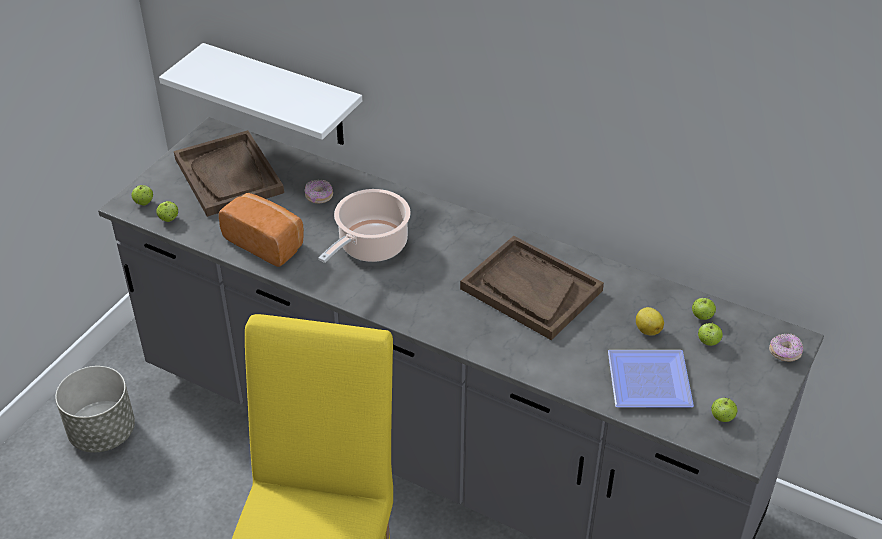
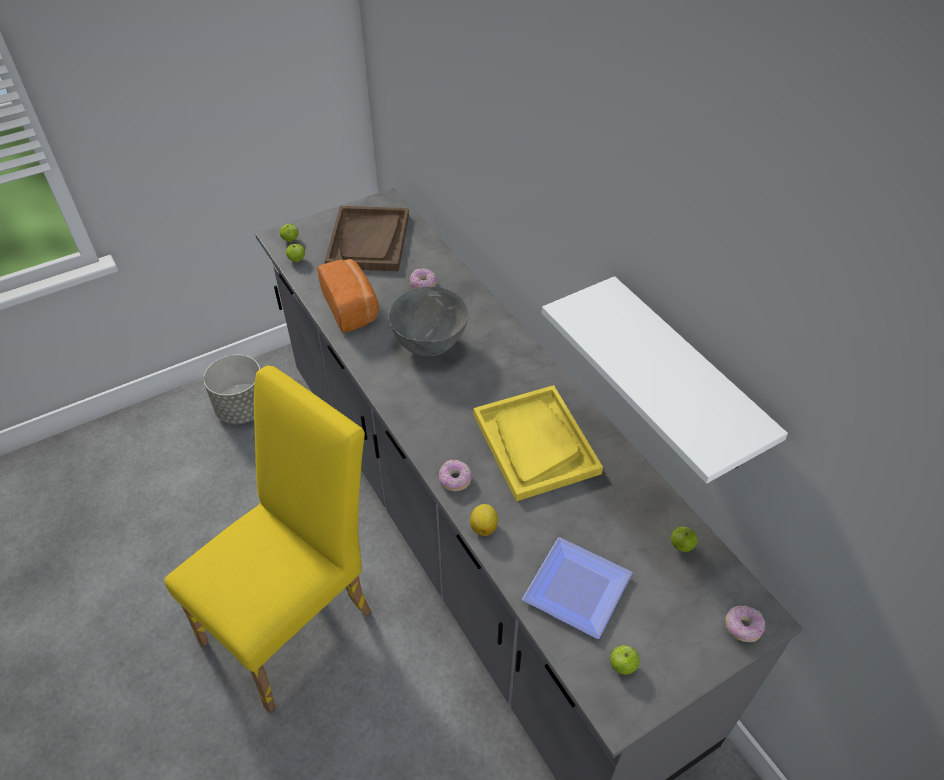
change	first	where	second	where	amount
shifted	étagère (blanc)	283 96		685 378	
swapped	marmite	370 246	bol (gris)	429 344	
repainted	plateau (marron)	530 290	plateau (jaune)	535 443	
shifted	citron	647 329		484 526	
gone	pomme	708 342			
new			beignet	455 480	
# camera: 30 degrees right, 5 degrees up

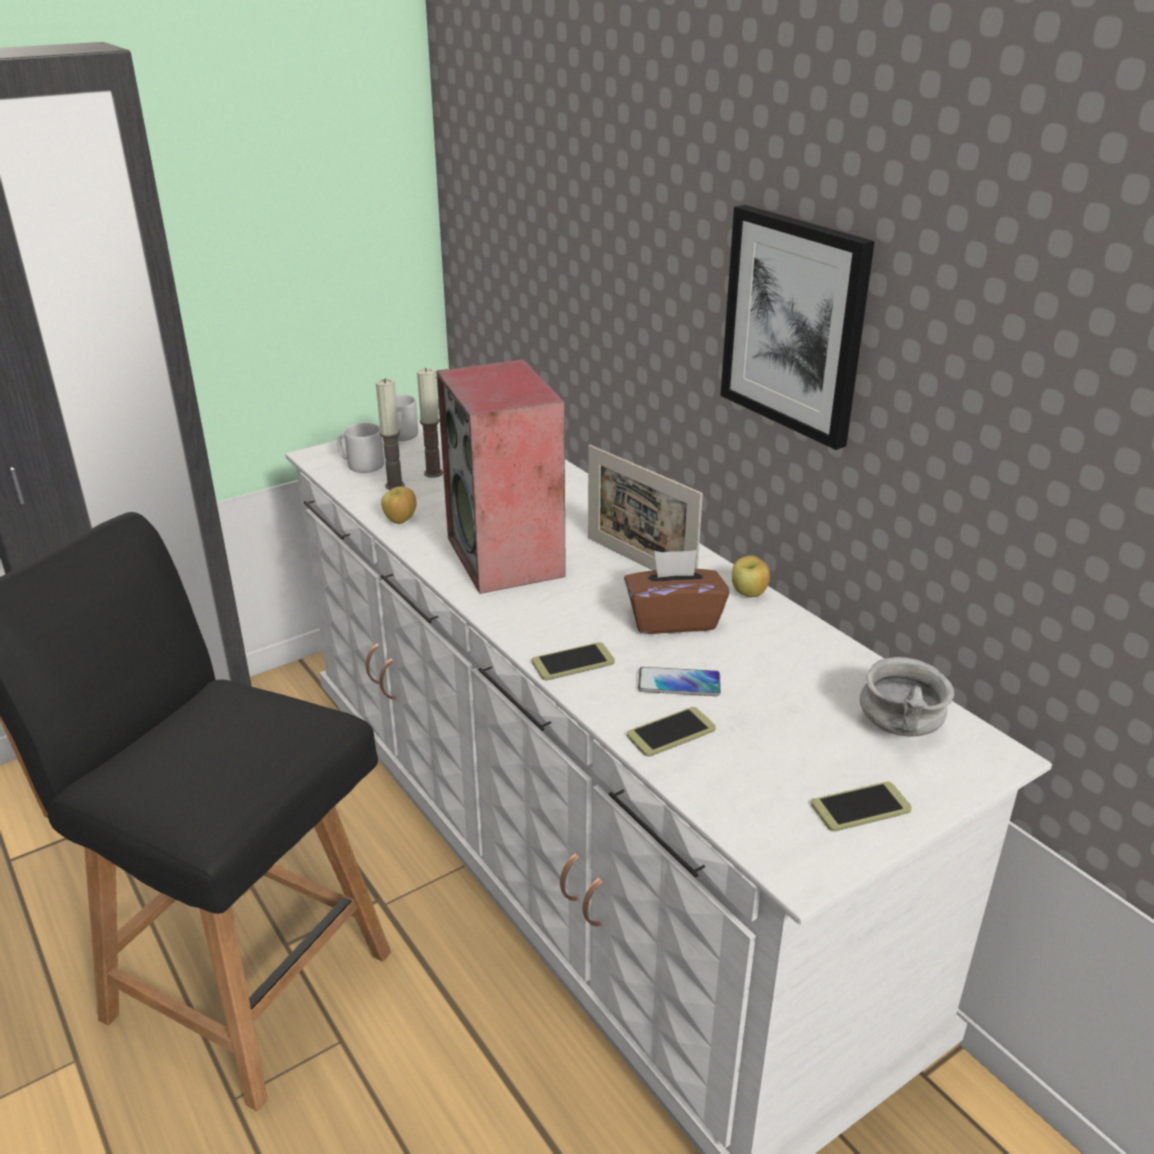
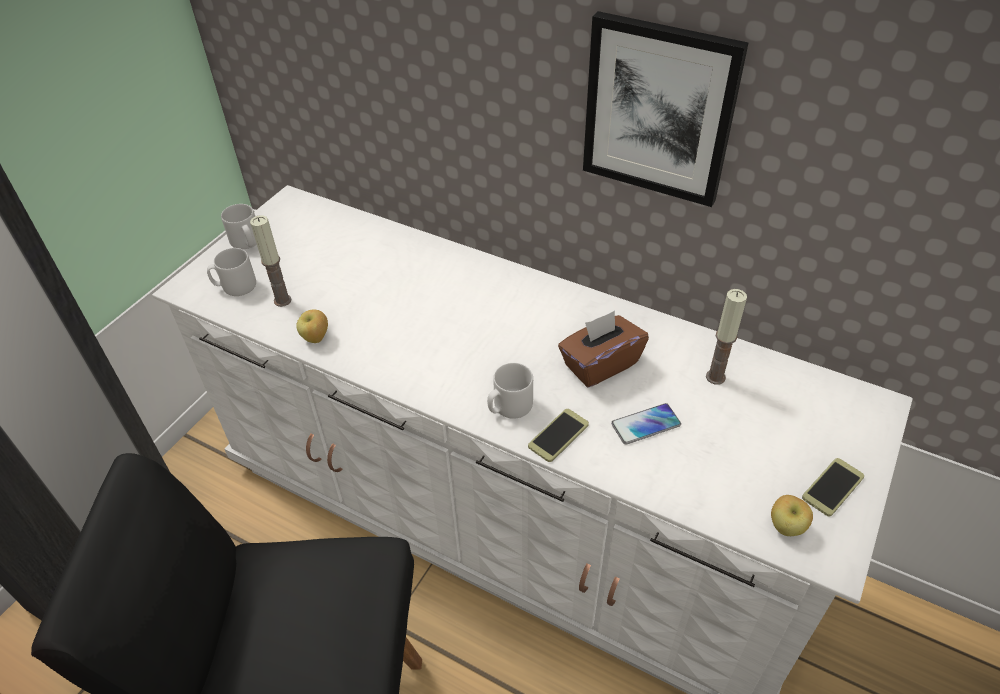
change	first	where	second	where	amount
gone	enceinte	507 557			
shifted	bougie	433 473		715 377	
gone	cadre photo	639 563			
shifted	pomme	749 594		786 527	
gone	bol (gris)	901 727			
gone	téléphone	671 732			
new			mug (gris)	509 407	
# camera: 25 degrees left, 15 degrees up

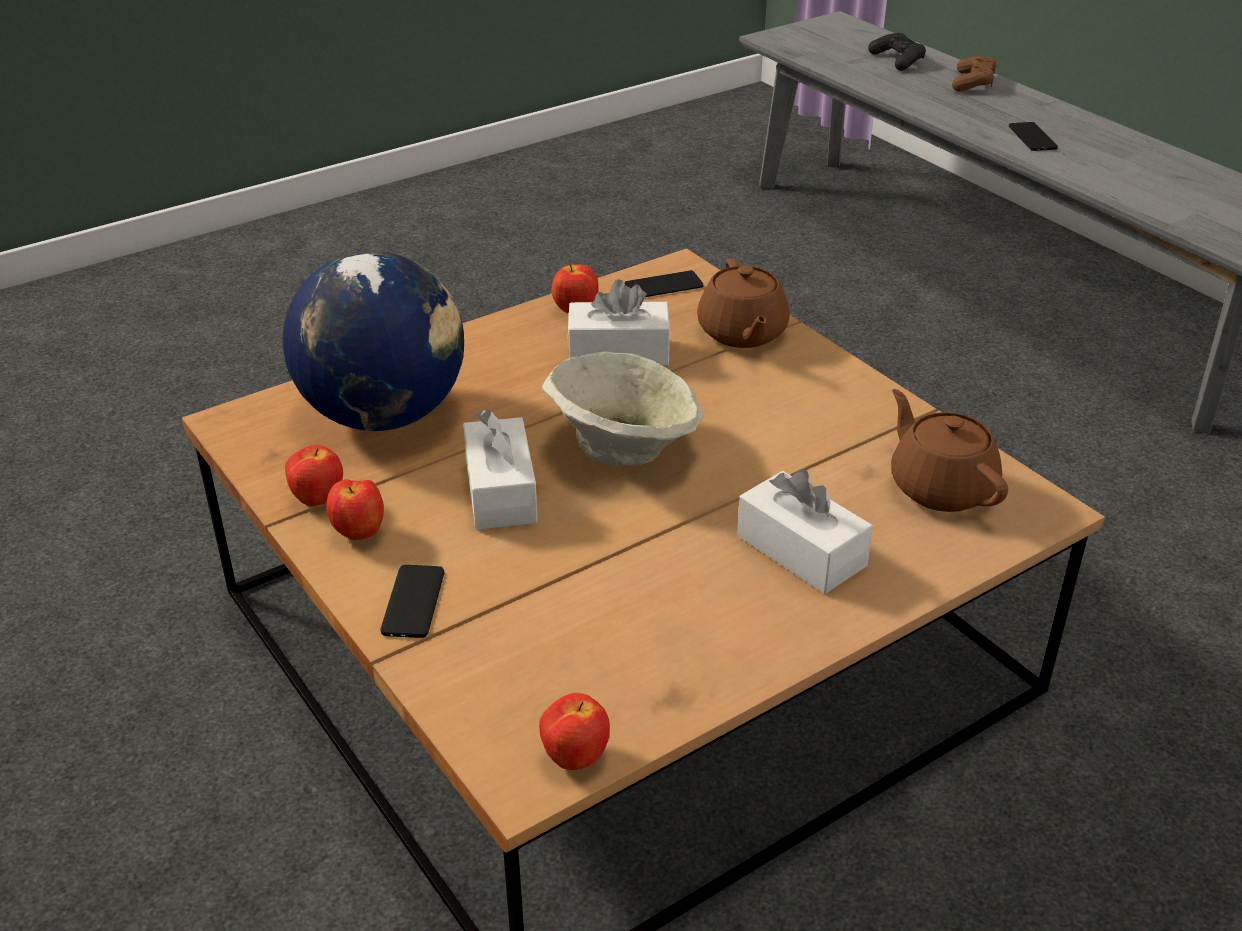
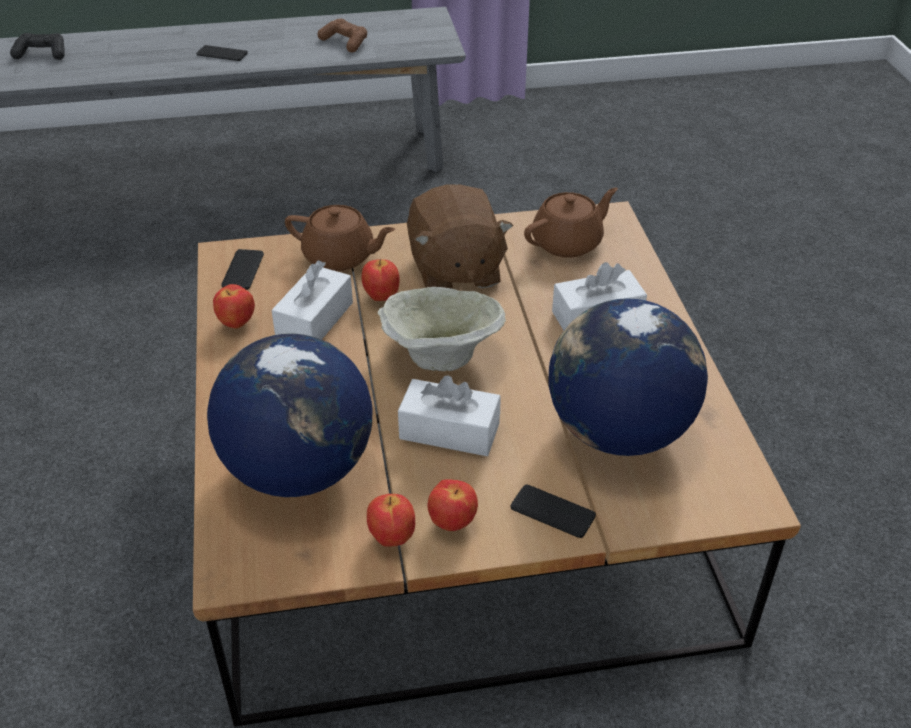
change	first	where	second	where	amount
shifted	manette (marron)	973 83		345 42	
rotated	théière (marron)	941 487		568 243	150 degrees clockwise
shifted	pomme	575 757		380 297	
new			peluche (marron)	454 271	
new			globe	617 432	
# camera: 65 degrees left, 5 degrees up

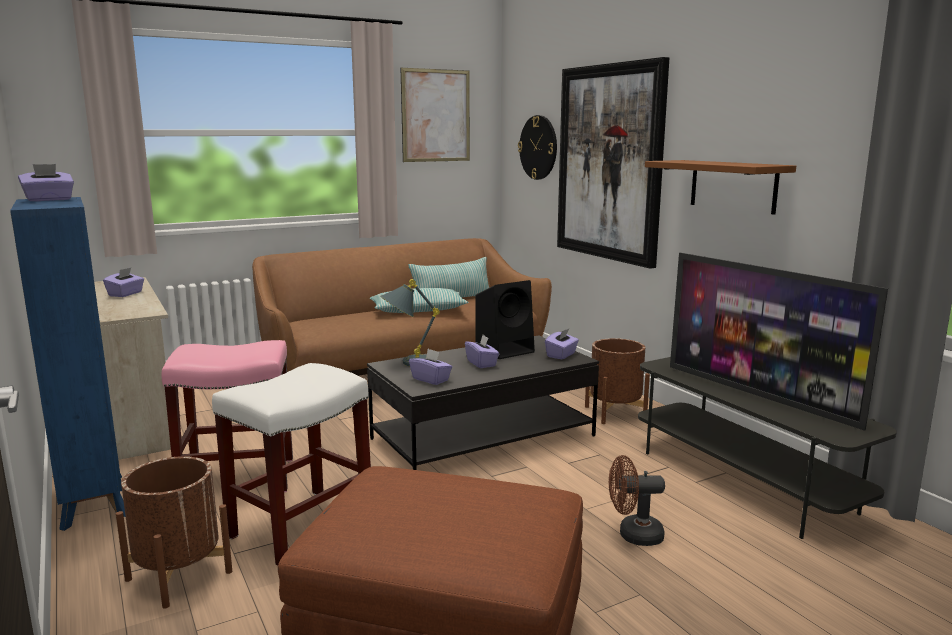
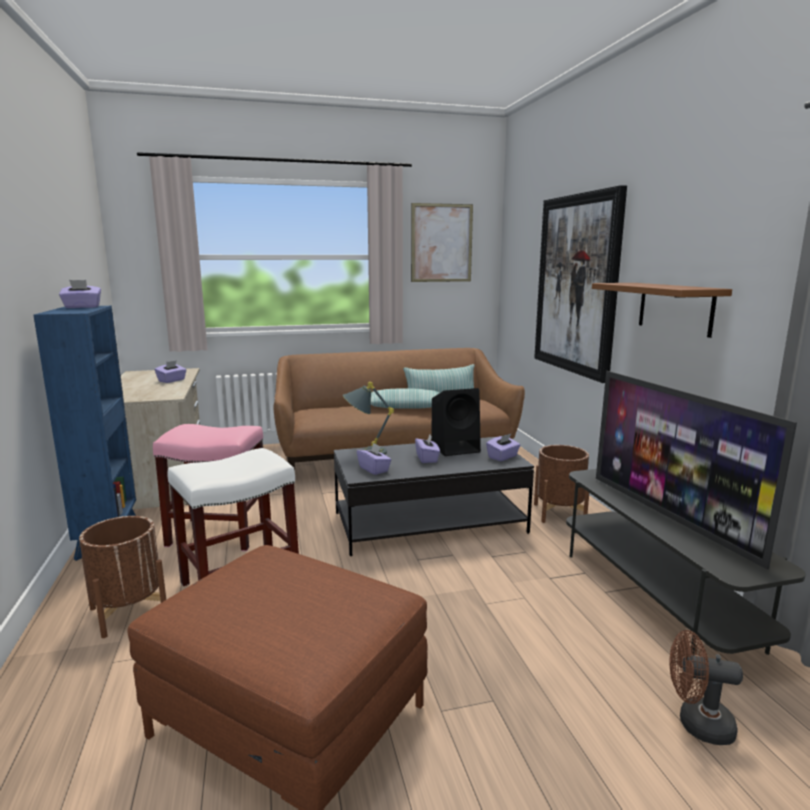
change	first	where	second	where	amount
gone	horloge murale	538 147			
shifted	ventilateur (marron)	633 535		697 724	
# camera: 15 degrees right, 0 degrees up

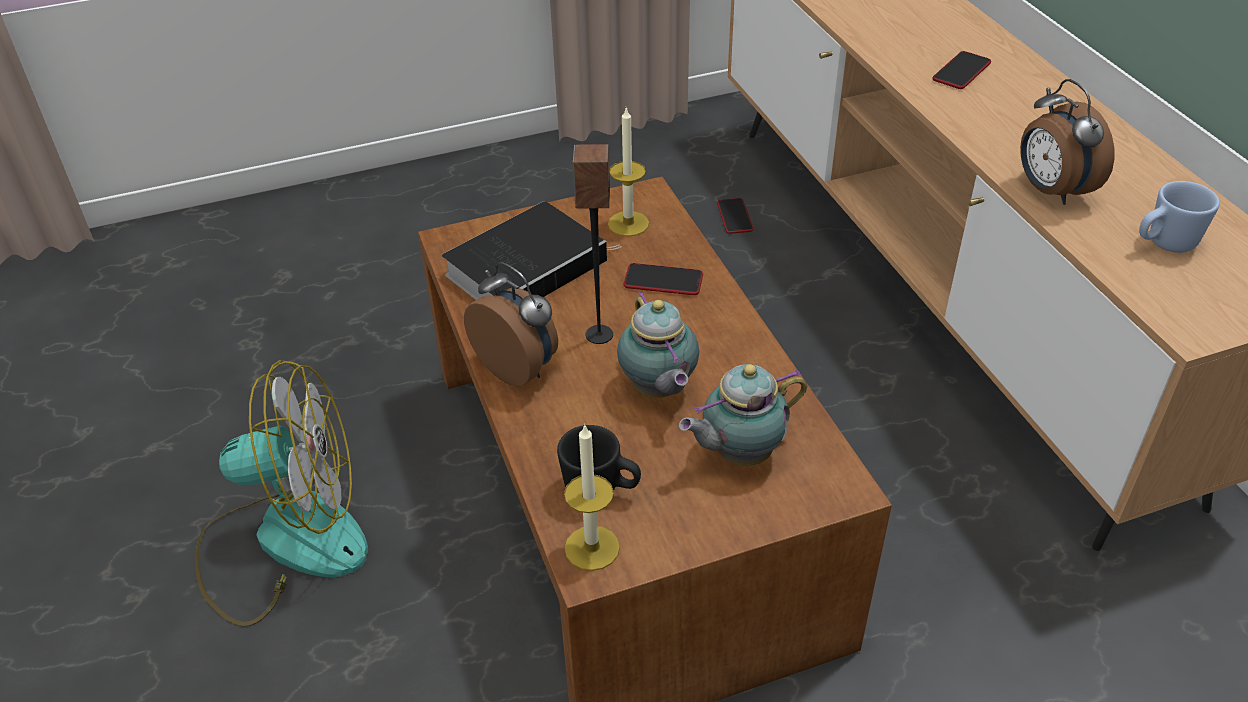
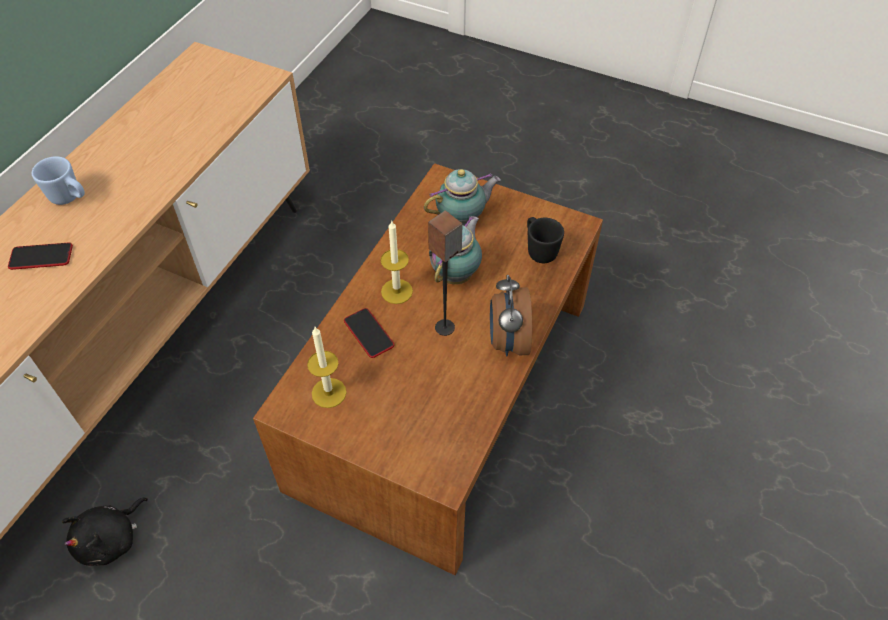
change	first	where	second	where	amount
gone	réveil	1051 191			
shifted	mug (bleu)	1164 244		70 198	
swapped	téléphone	734 217	peluche (noir)	111 539	
gone	livre	529 265			
gone	ventilateur	284 541			
rotated	théière	739 454		462 221	45 degrees counterclockwise
shifted	bougie	592 548		396 291	
# camera: 135 degrees left, 10 degrees up

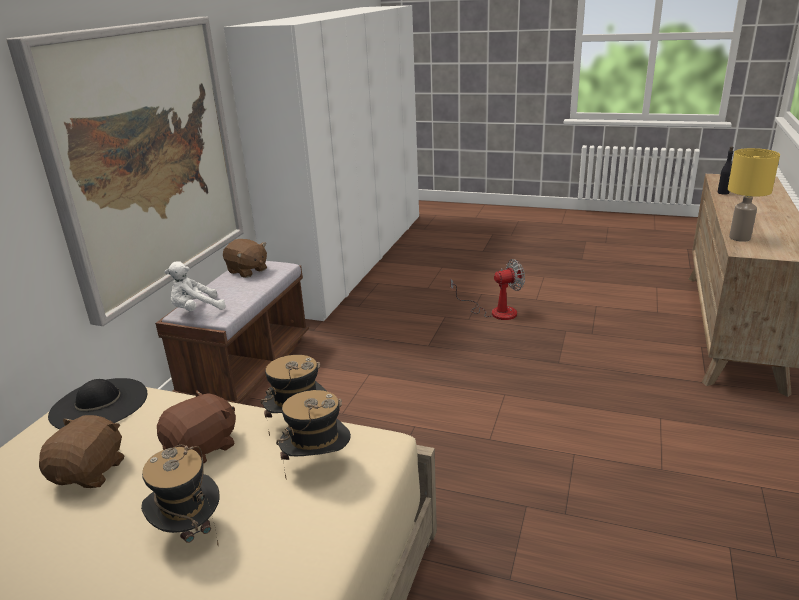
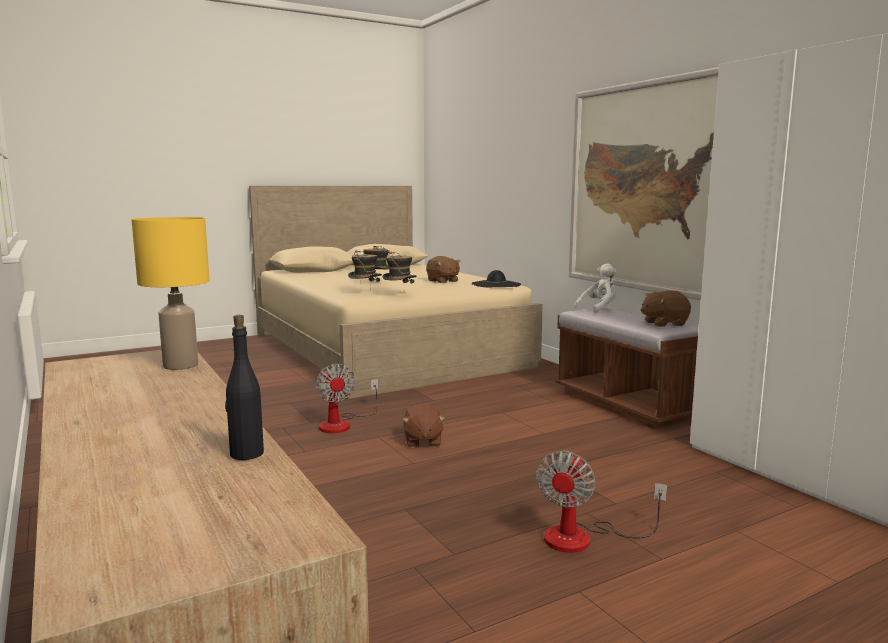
change	first	where	second	where	amount
rotated	peluche (blanc)	196 310		599 309	45 degrees clockwise
shifted	peluche (marron)	203 448		422 441	
new			ventilateur	342 424	
# camera: 130 degrees right, 15 degrees down

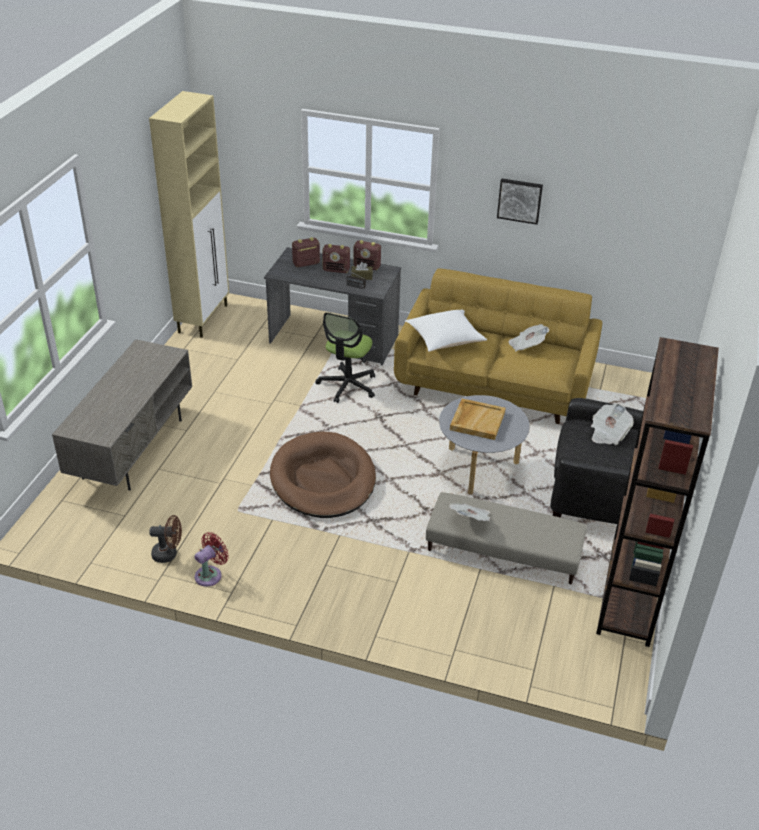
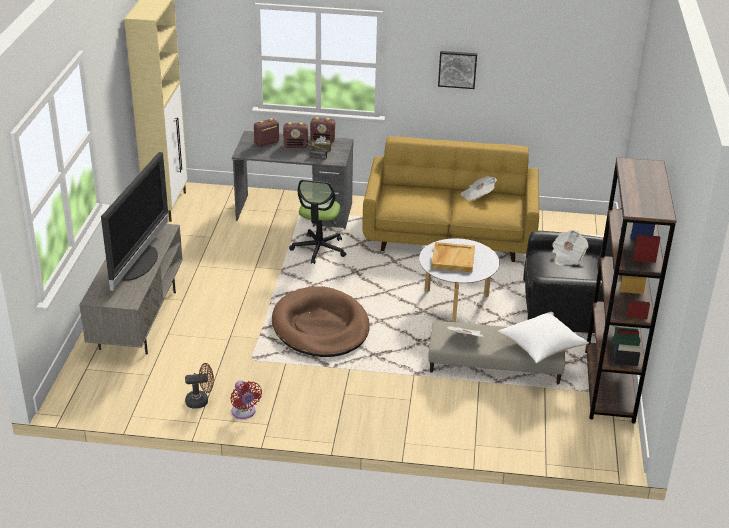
change	first	where	second	where	amount
shifted	coussin (blanc)	444 341		541 348	
rotated	ventilateur (rouge)	210 574		244 413	120 degrees clockwise
new			téléviseur	138 263	
# camera: 10 degrees left, 5 degrees down

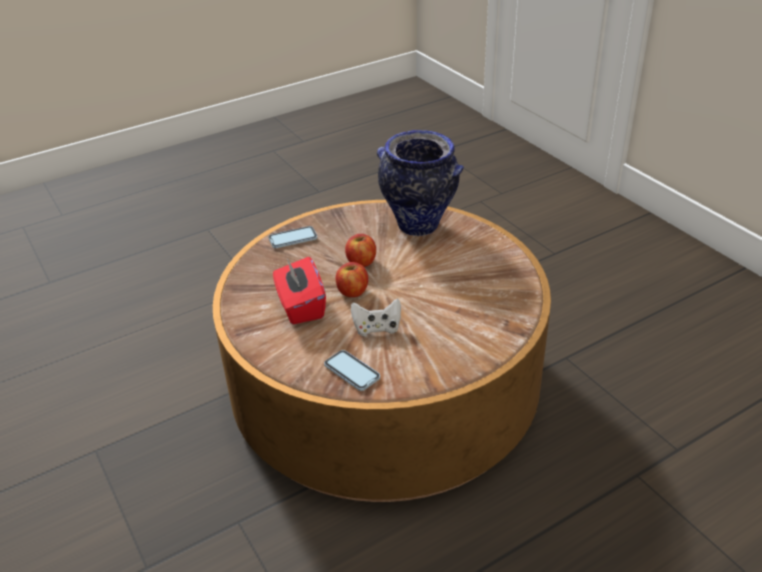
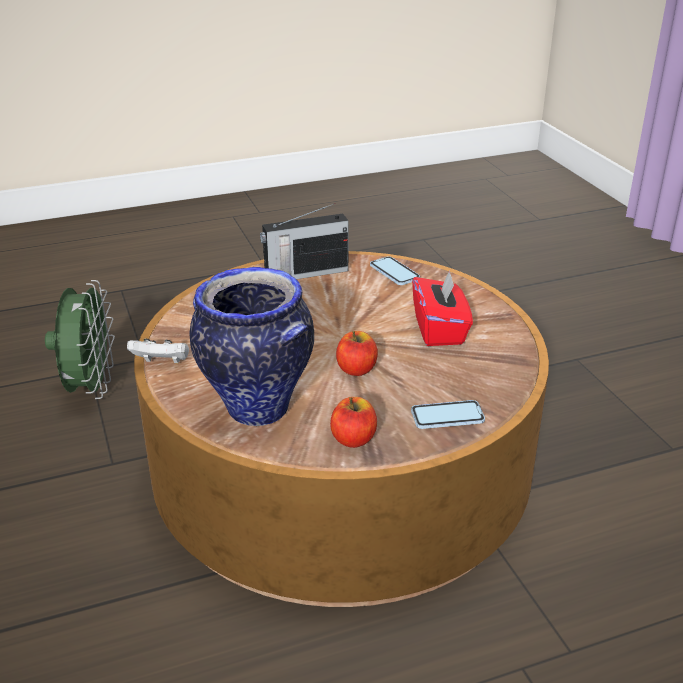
change	first	where	second	where	amount
shifted	pomme	352 291		353 439	
shifted	manette (blanc)	377 328		162 363	
new			radio	304 273	
new			ventilateur (vert)	90 388	
# camera: 170 degrees left, 5 degrees down

